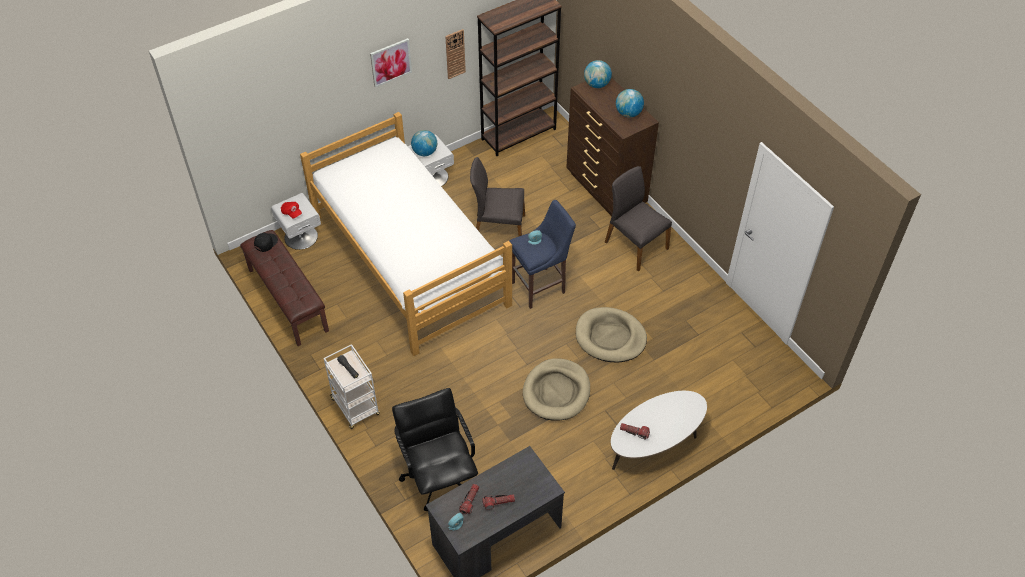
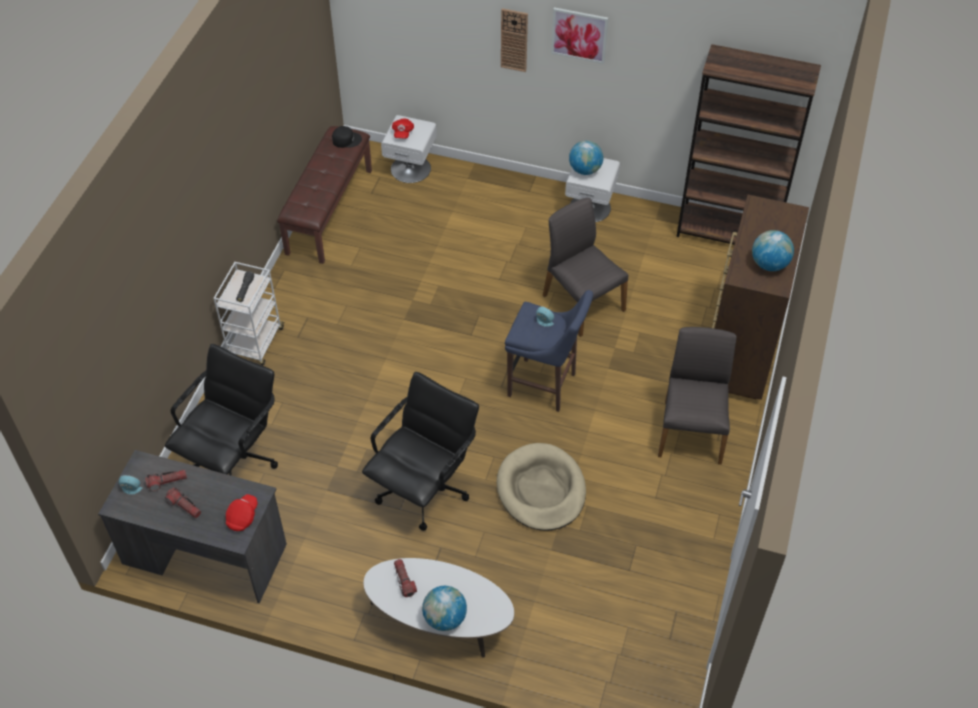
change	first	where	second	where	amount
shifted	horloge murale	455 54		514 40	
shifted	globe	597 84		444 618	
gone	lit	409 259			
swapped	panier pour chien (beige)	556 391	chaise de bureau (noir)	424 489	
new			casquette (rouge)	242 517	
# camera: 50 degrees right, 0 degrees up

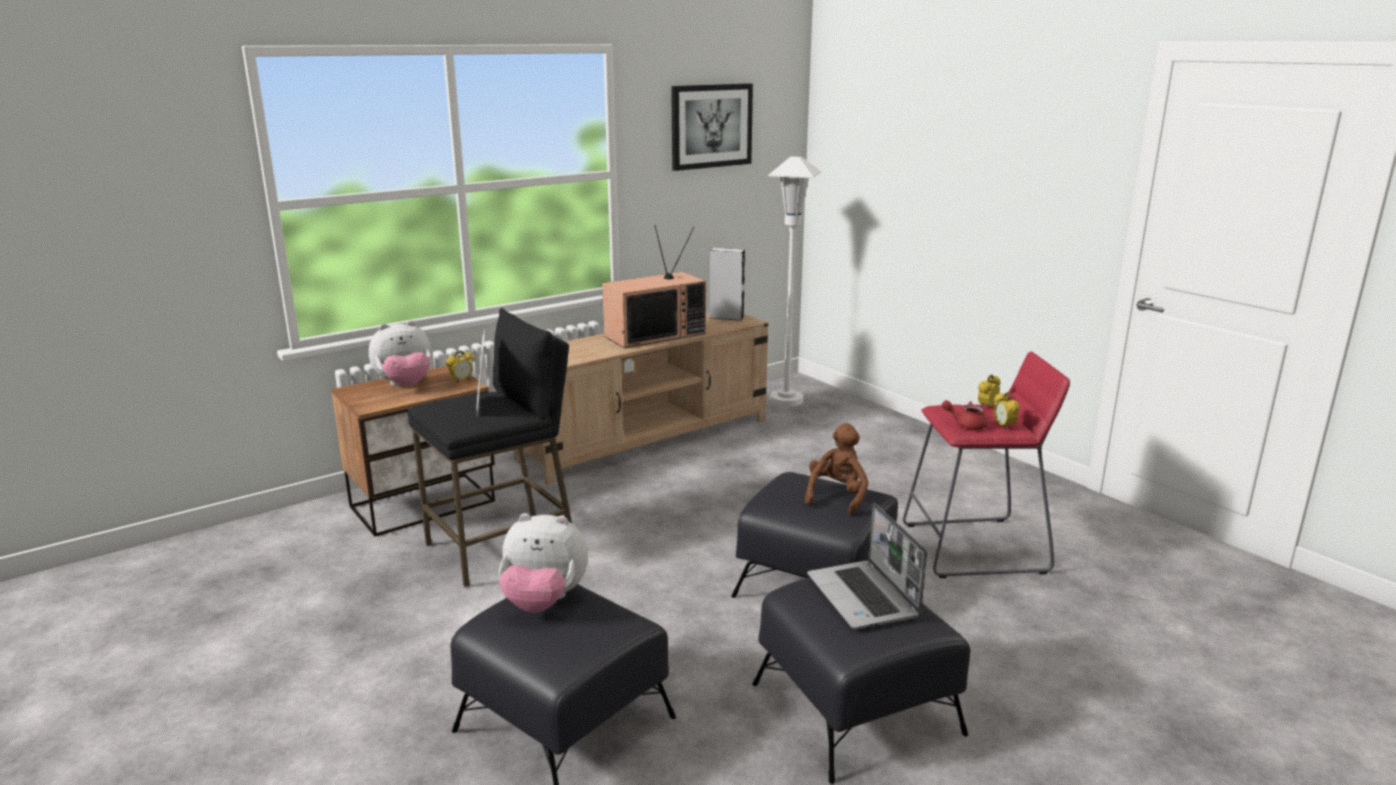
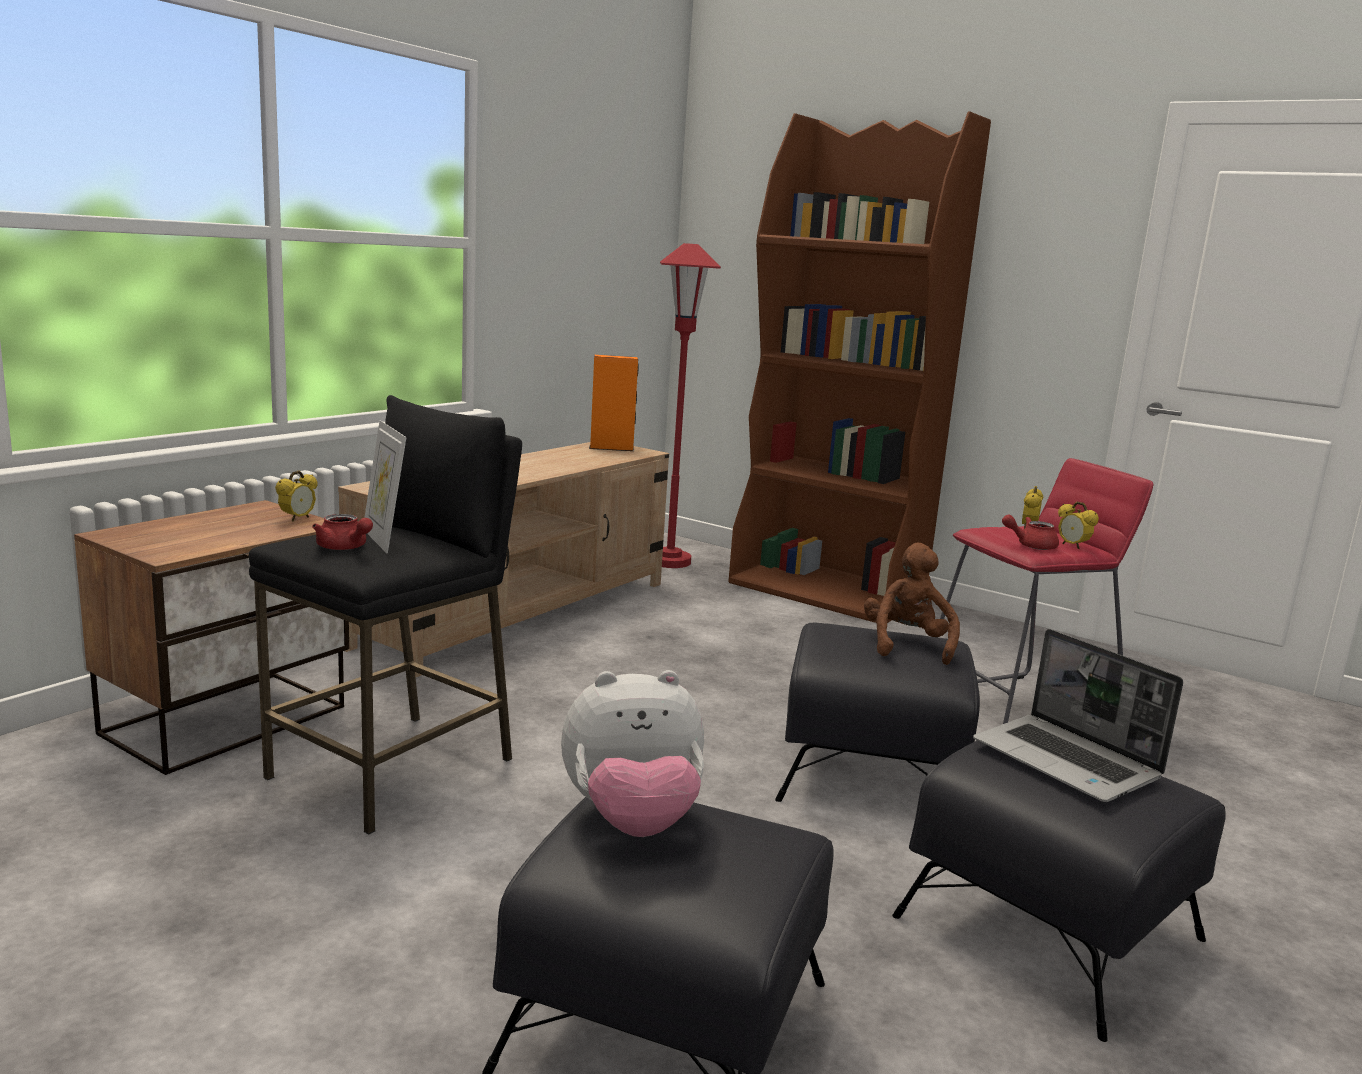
change	first	where	second	where	amount
gone	tableau	711 126			
repainted	lampadaire (blanc)	786 400	lampadaire (rouge)	670 561	
gone	téléviseur	655 334			
repainted	enceinte (gris)	726 317	enceinte (orange)	611 448	
gone	peluche	405 386			
new			bibliothèque (marron)	828 591	
new			théière (rouge)	344 548	
# camera: 20 degrees left, 5 degrees down

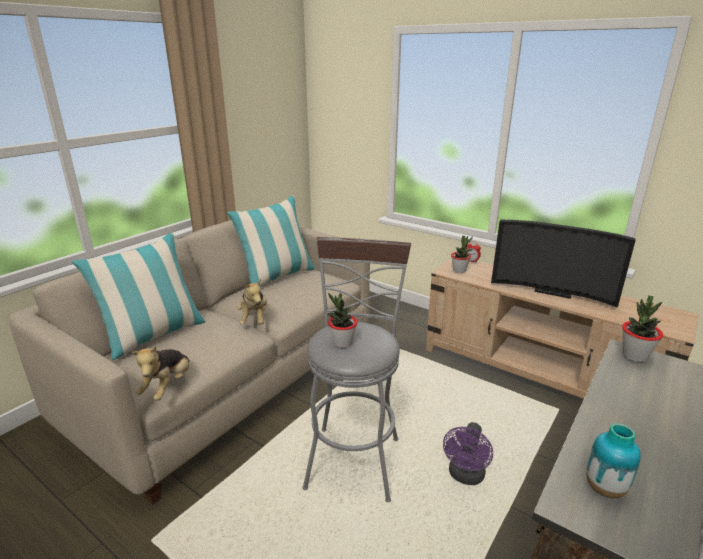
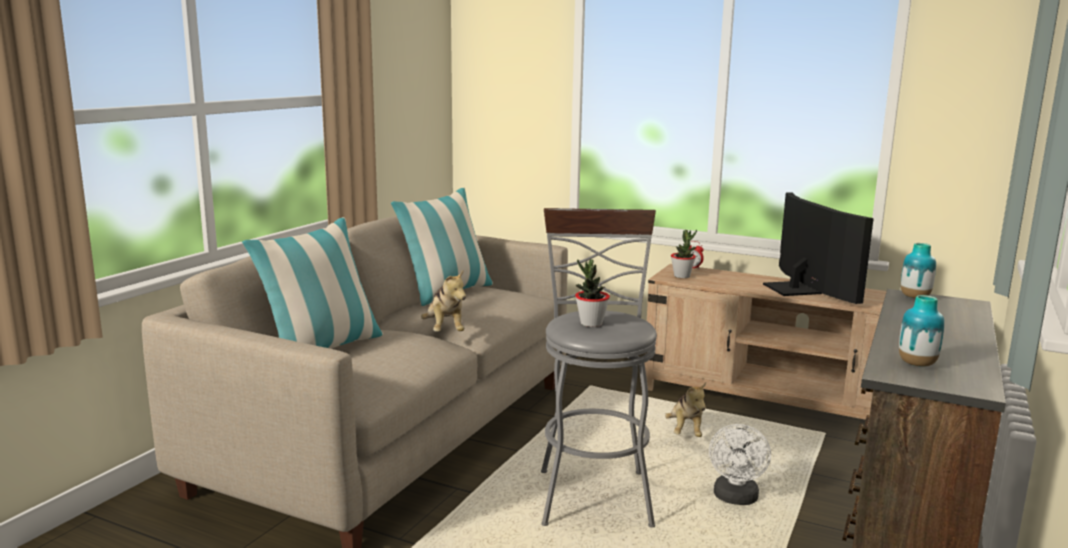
change	first	where	second	where	amount
rotated	téléviseur	552 290		800 289	120 degrees counterclockwise
swapped	plante en pot	634 356	vase	915 297	
shifted	peluche	168 387		685 431	
repainted	ventilateur (violet)	465 476	ventilateur (blanc)	735 499	
# camera: 10 degrees left, 10 degrees down

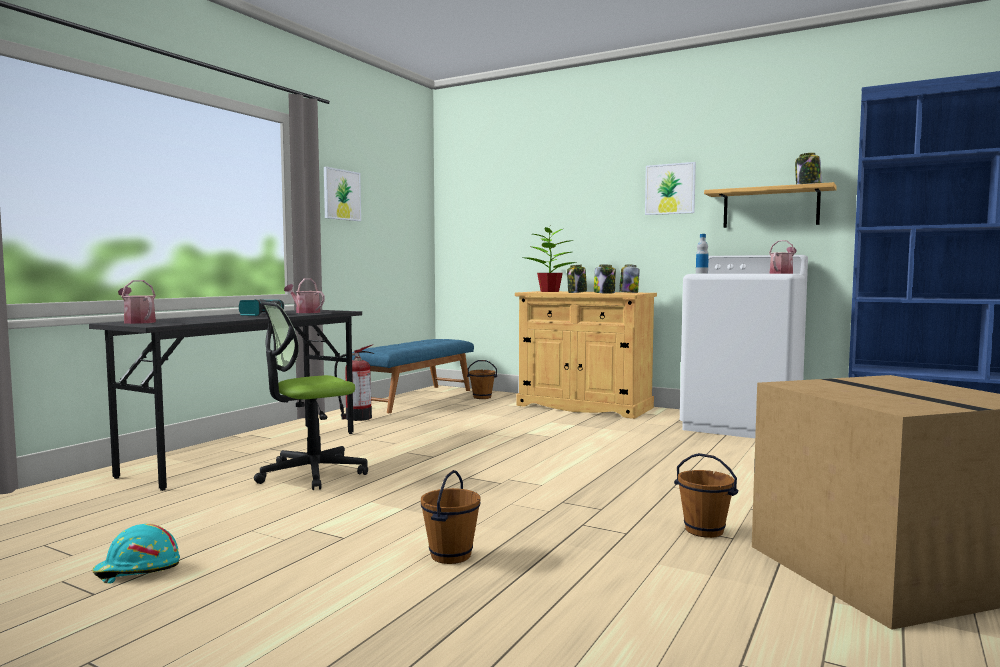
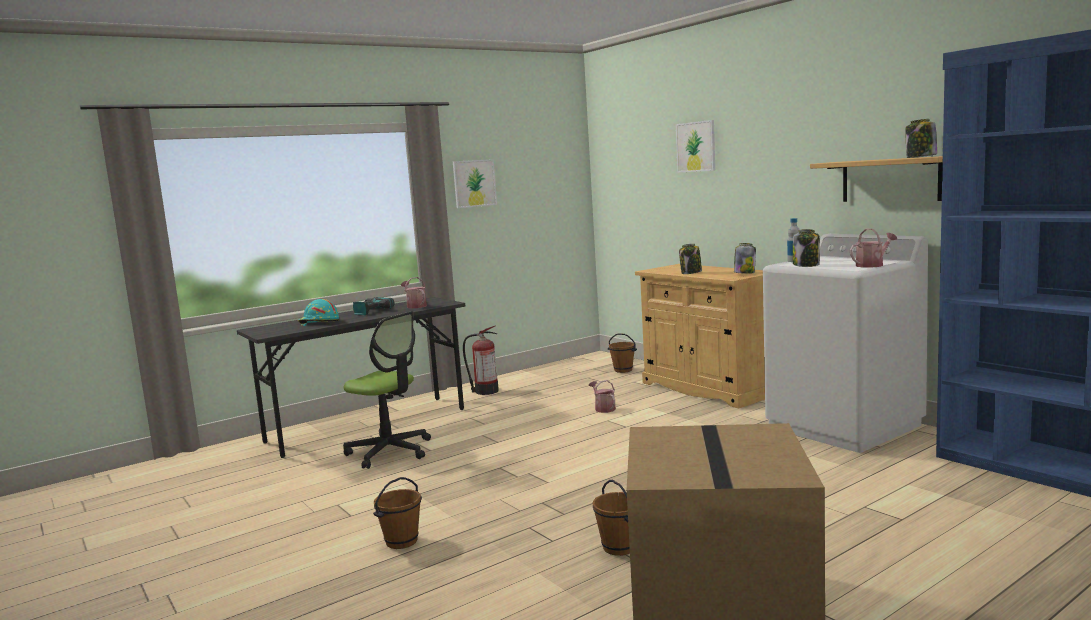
change	first	where	second	where	amount
shifted	tableau	670 189		696 146	
gone	plante en pot	550 291			
shifted	bocal	604 293		806 265	
shifted	arrosoir	137 322		603 408	
rotated	chaise de bureau	311 473		390 451	135 degrees counterclockwise
gone	banc (bleu)	414 398			
shifted	casque de chantier (turquoise)	137 570		319 323	
# camera: 25 degrees right, 5 degrees up

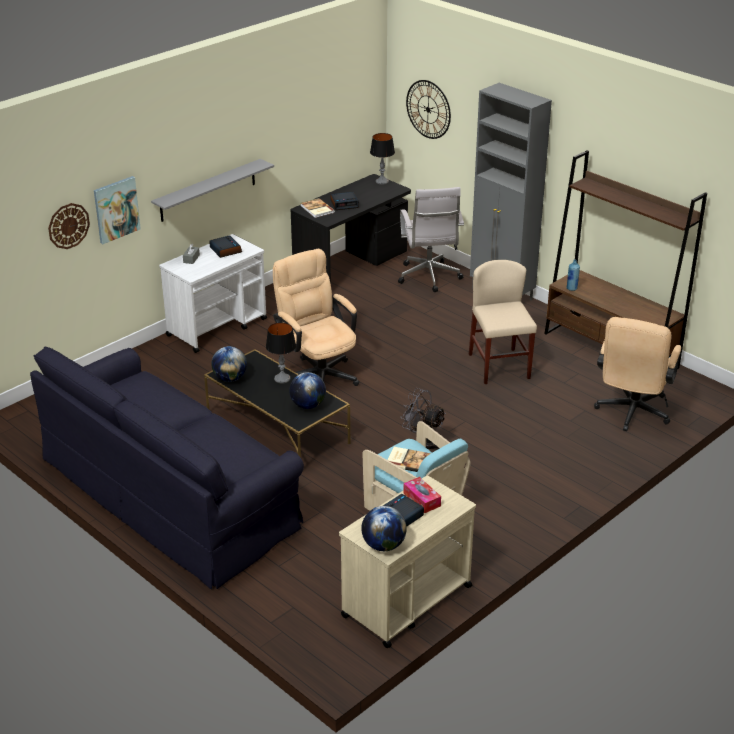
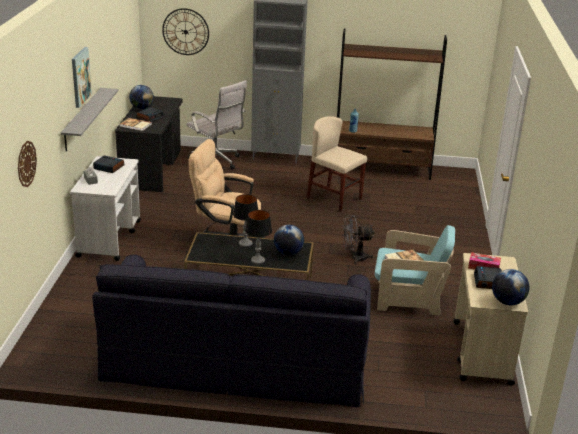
change	first	where	second	where	amount
shifted	lampe de table	382 182		258 260	
shifted	tableau	116 209		80 77	
gone	chaise de bureau (beige)	631 414			
shifted	globe	230 378		142 108	
# camera: 40 degrees left, 5 degrees down

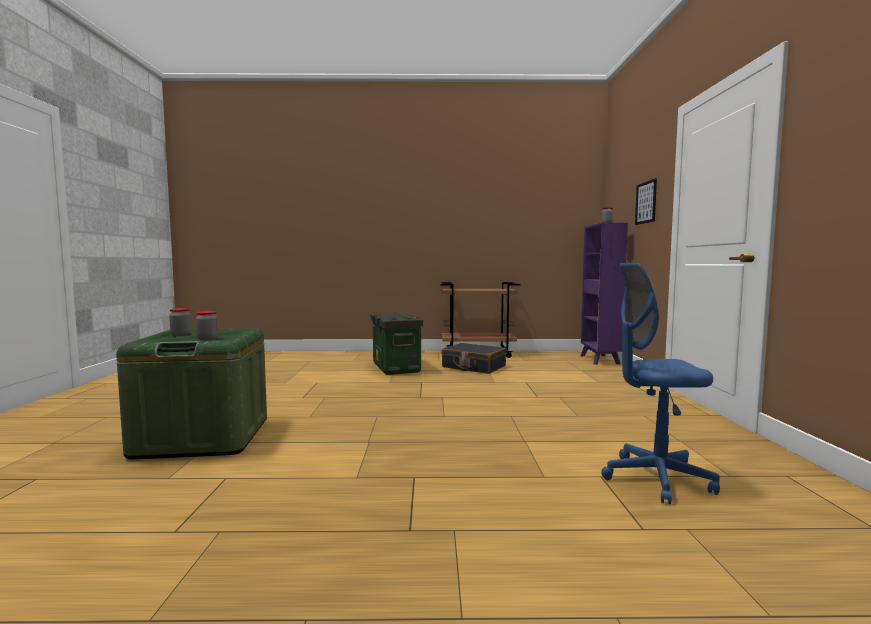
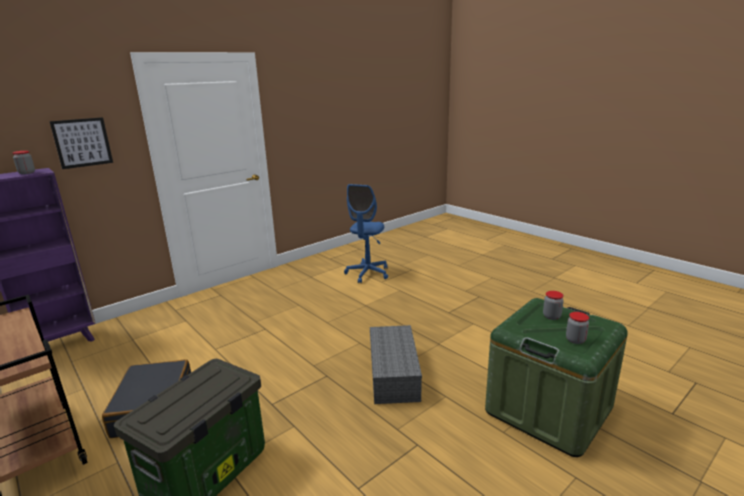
change	first	where	second	where	amount
rotated	chaise de bureau (bleu)	656 479		367 273	60 degrees clockwise
new			boîte de rangement (gris)	395 375	
# camera: 130 degrees left, 15 degrees up

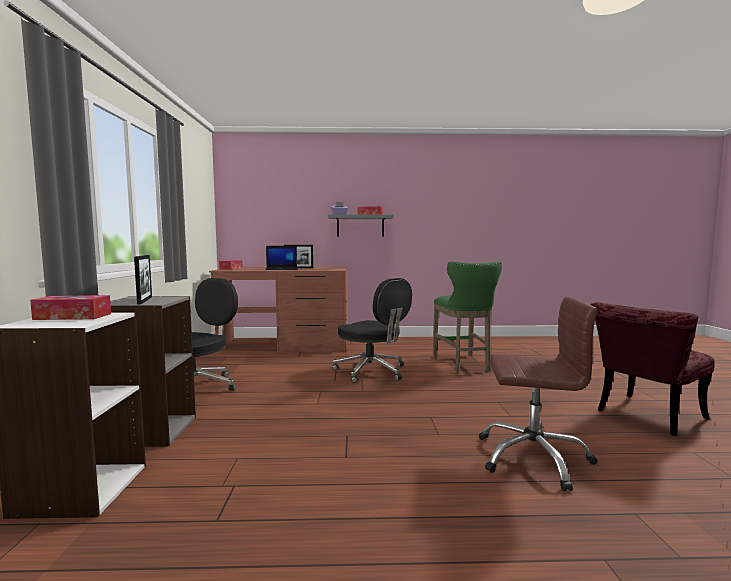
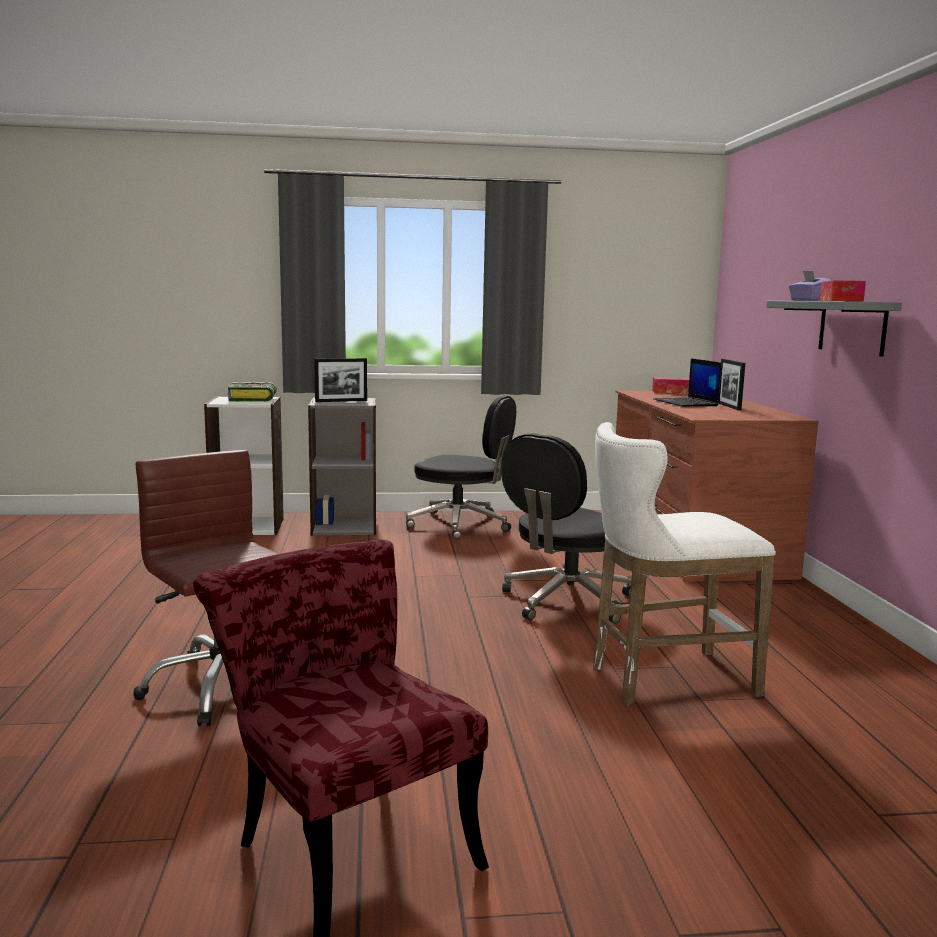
change	first	where	second	where	amount
repainted	tabouret (vert)	463 365	tabouret (blanc)	663 680	
swapped	boîte à mouchoirs	73 316	livre	253 399	
rotated	chaise de bureau (marron)	532 457		223 685	135 degrees clockwise
# camera: 85 degrees right, 5 degrees up

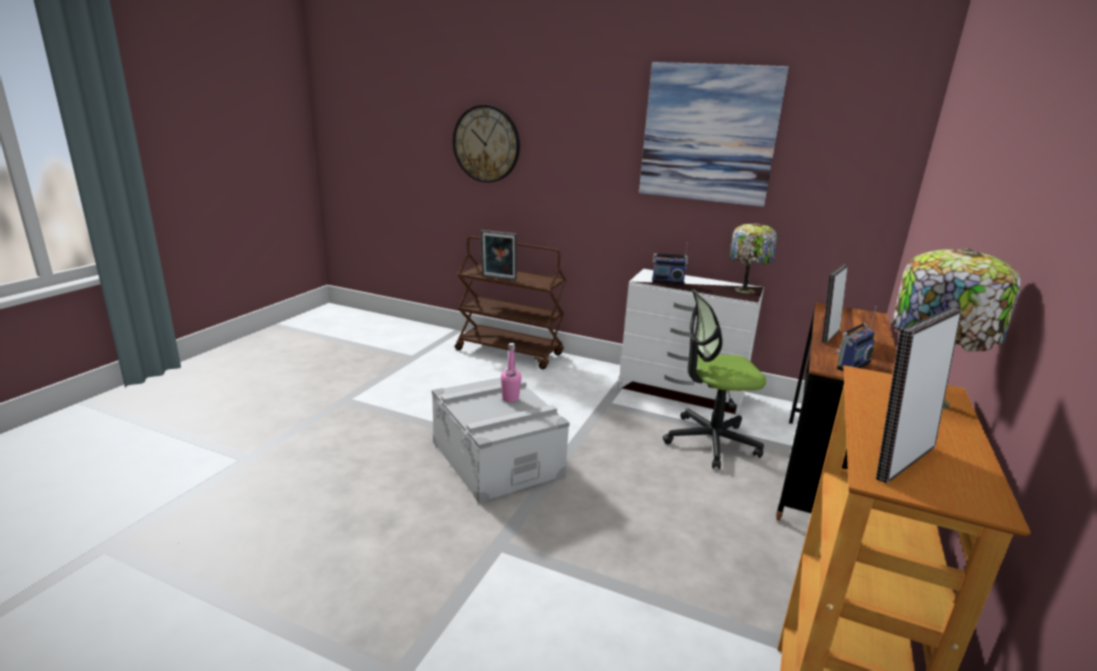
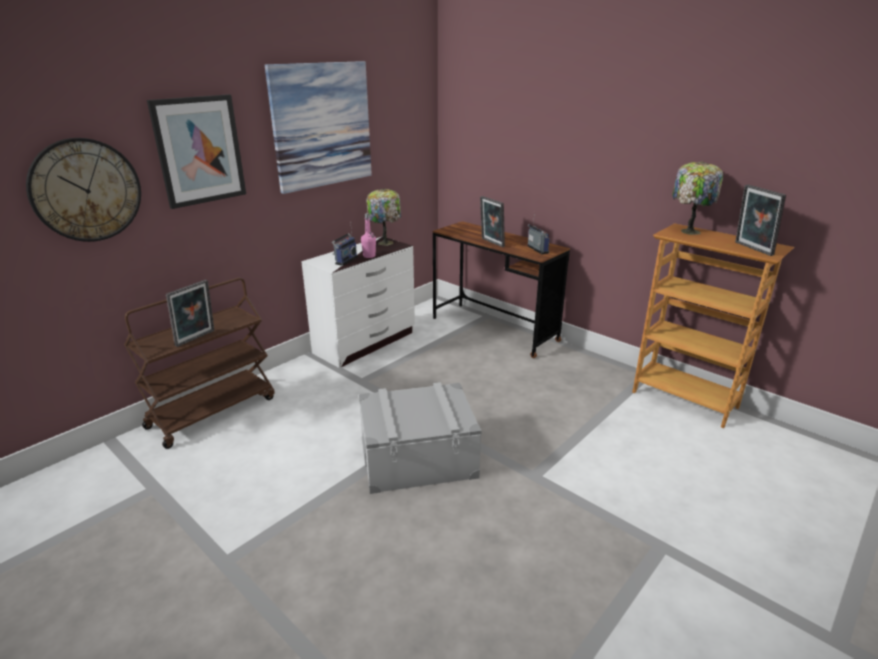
change	first	where	second	where	amount
gone	chaise de bureau	710 441			
shifted	bouteille (rose)	510 398		369 256	
new			tableau	199 150	
# camera: 70 degrees left, 5 degrees up

